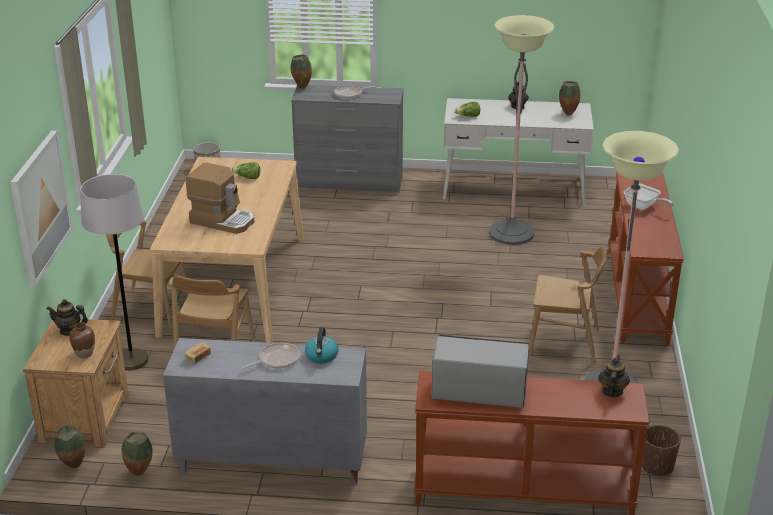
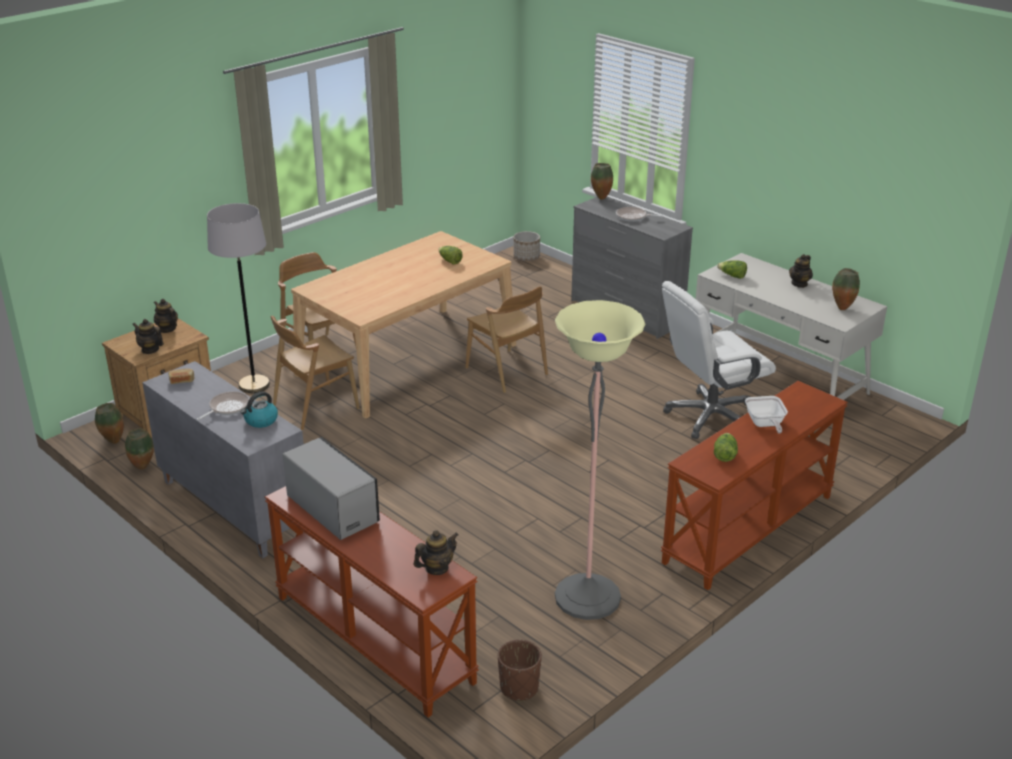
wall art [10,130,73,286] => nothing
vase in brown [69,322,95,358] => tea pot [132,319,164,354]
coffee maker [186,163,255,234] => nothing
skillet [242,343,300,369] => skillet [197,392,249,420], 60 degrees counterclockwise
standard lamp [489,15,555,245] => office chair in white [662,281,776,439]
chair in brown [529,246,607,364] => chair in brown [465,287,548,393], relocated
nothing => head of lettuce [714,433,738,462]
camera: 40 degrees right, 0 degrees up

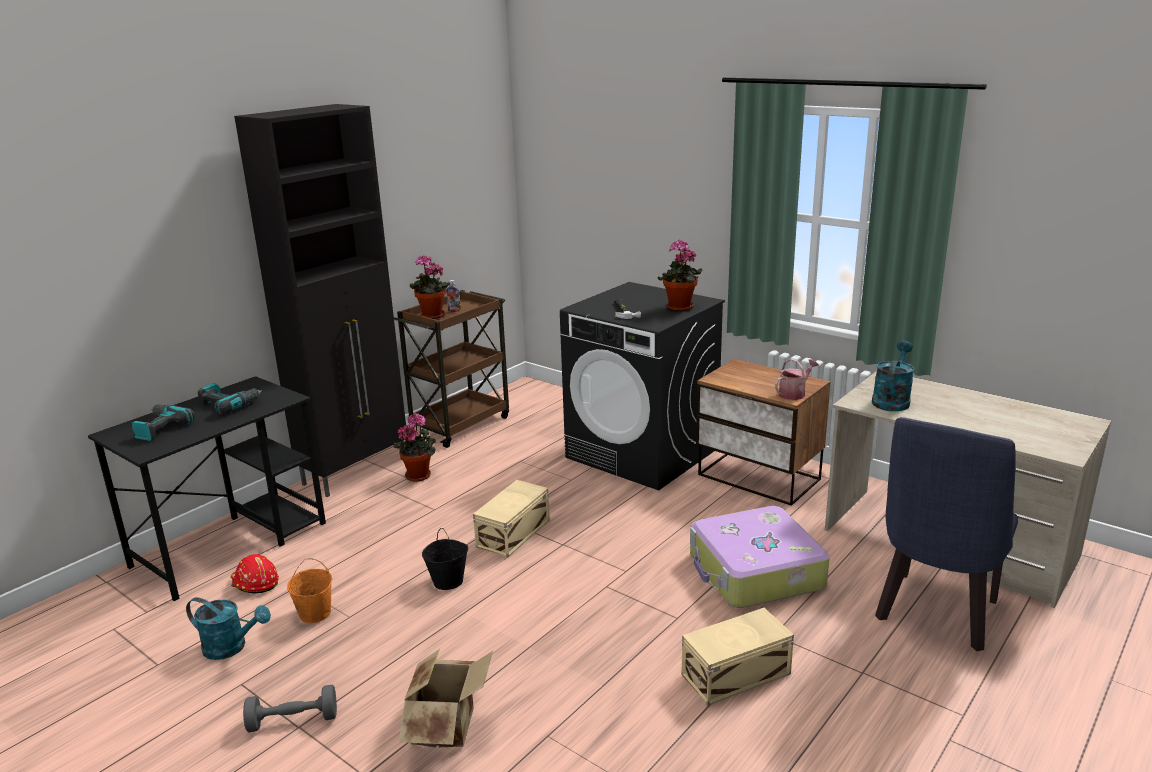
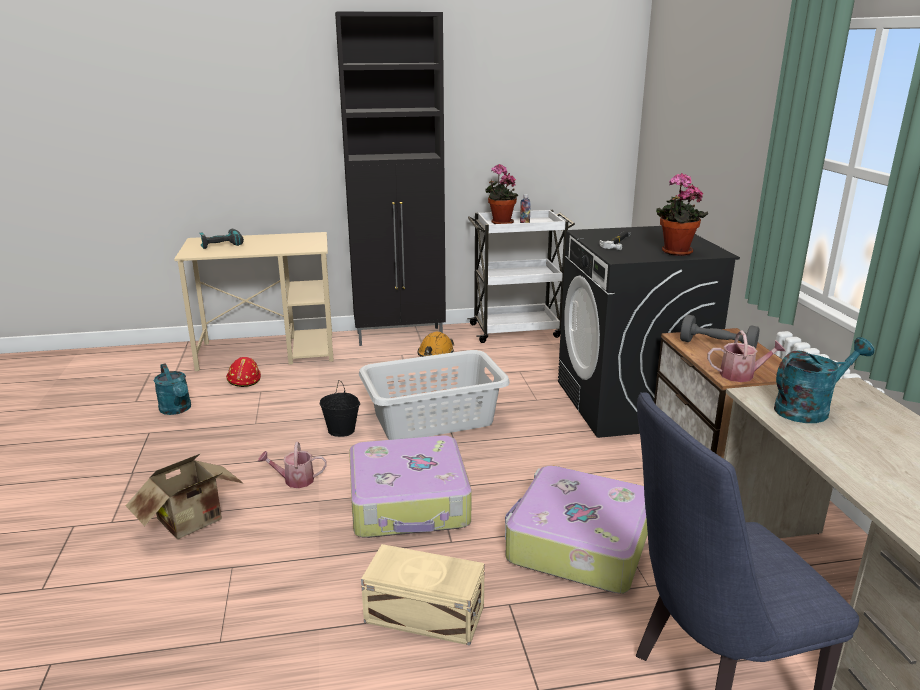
desk table in blackish [88,376,326,601] => desk table in sand-coloured [174,232,334,371]
power drill [198,383,262,415] => nothing
hand weight in greyish [243,685,337,732] => hand weight in greyish [680,315,760,348], relocated
bucket in orangey [287,558,332,623] => nothing
houseplant [393,413,436,482] => safety helmet in orangey [418,332,454,357]
cart in brown [394,290,509,448] => cart in white [467,210,575,343]
storage bin in sand-coloured [473,480,550,557] => hamper in greyish [359,350,510,440]
nothing => sprinkling can [258,442,327,488]
nothing => piece of luggage [349,435,471,538]
camera: 40 degrees right, 0 degrees up

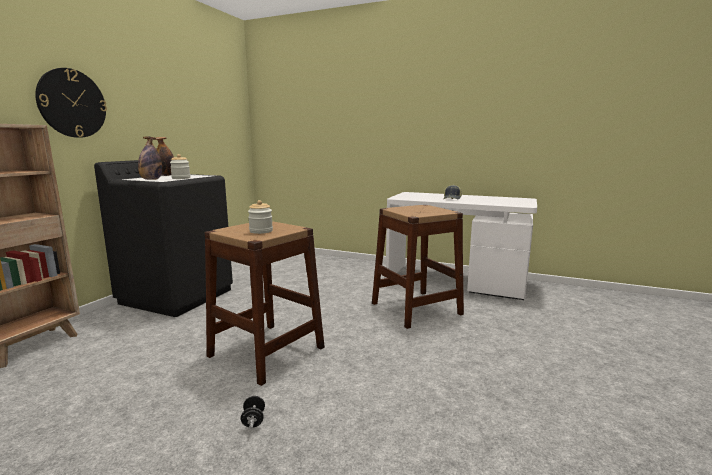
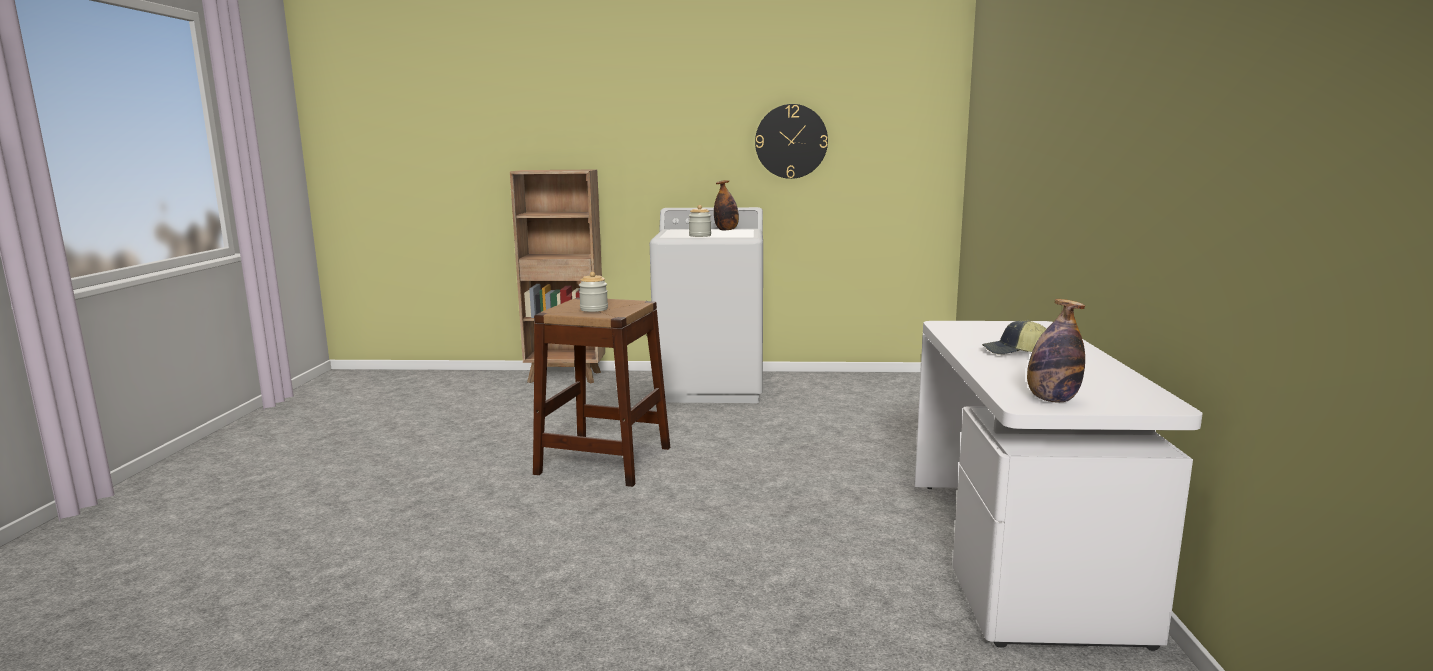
hanging clock [35,68,107,138] => hanging clock [755,104,828,179], relocated
laundry appliance in blackish [94,160,233,317] => laundry appliance in white [650,207,763,403]
beverage bottle [138,137,162,180] => beverage bottle [1027,299,1085,403], relocated
hand weight in blackish [241,396,265,429] => nothing
stool in brown [372,205,464,329] => nothing
camera: 70 degrees right, 0 degrees up

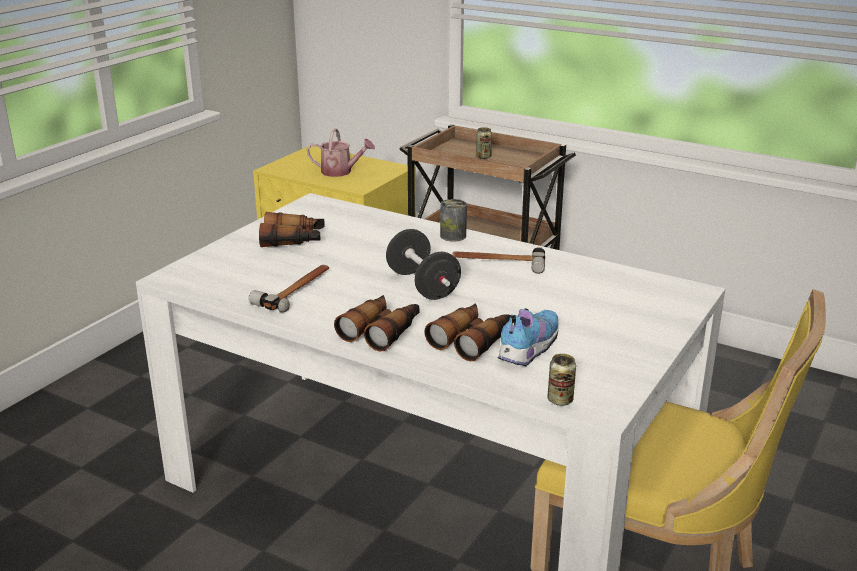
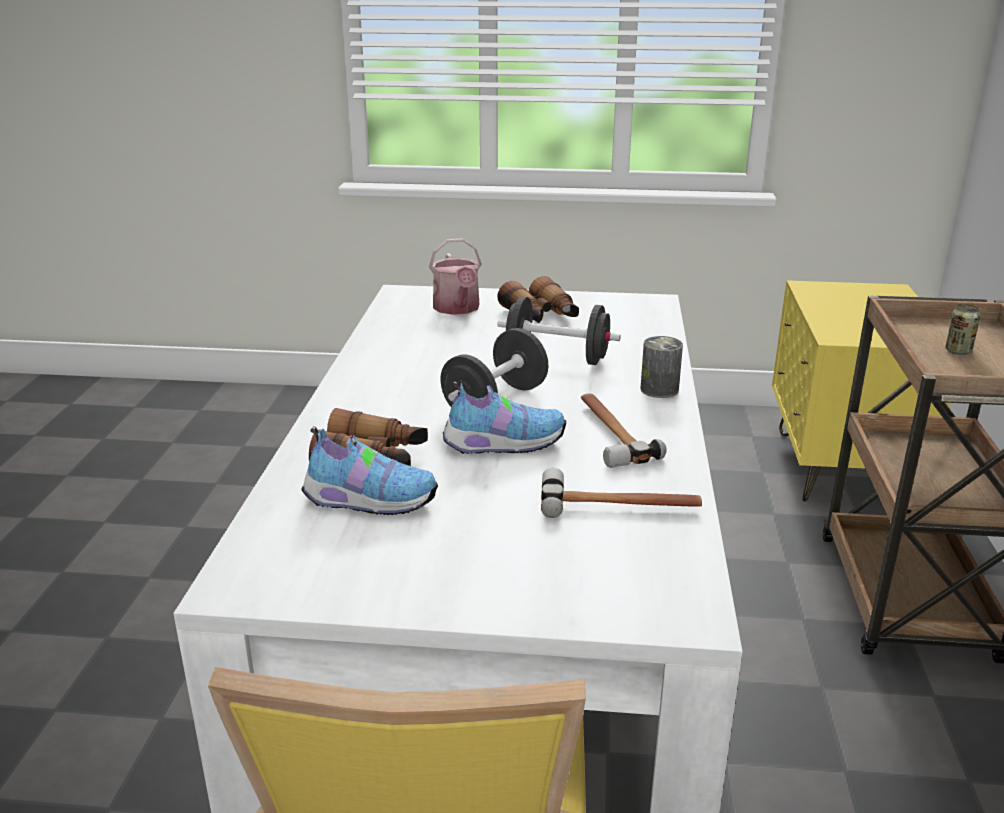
hammer [249,265,329,312] => hammer [541,468,702,518], relocated
sprinkling can [307,128,375,177] => sprinkling can [429,238,482,315], relocated
pair of binoculars [334,295,420,352] => nothing
can [548,354,576,406] => nothing
nothing => shoe [443,381,566,454]
nothing => hand weight in blackish [497,297,621,365]
camera: 65 degrees right, 0 degrees up

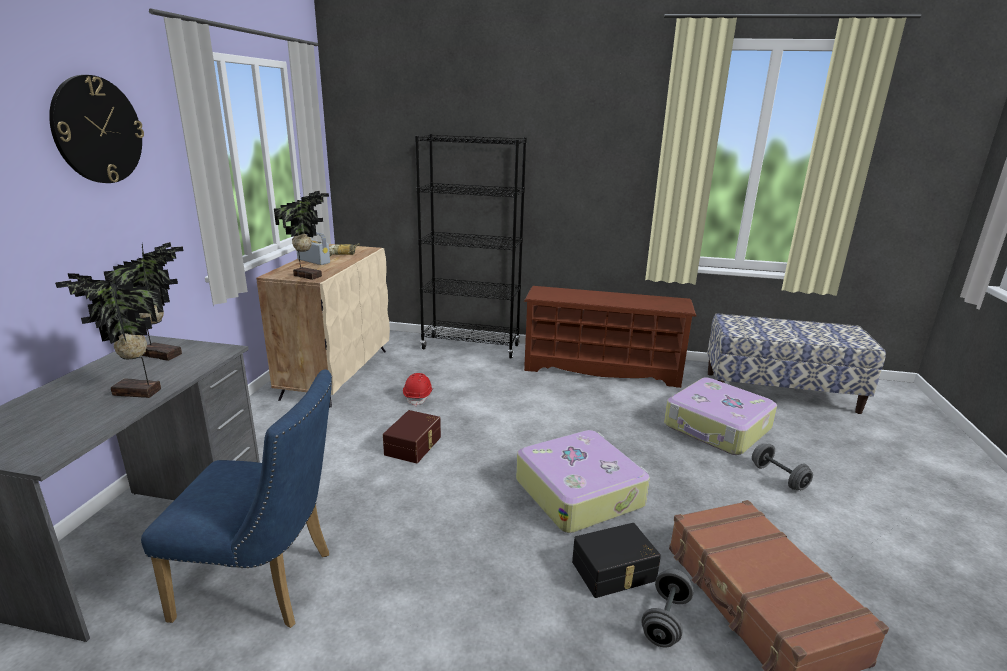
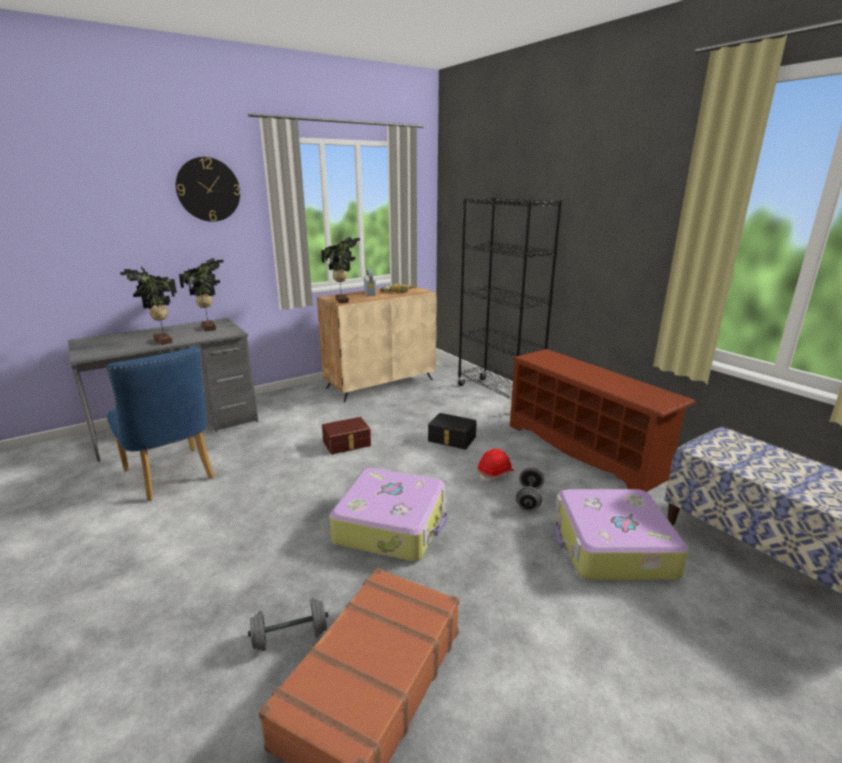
safety helmet in red [403,373,433,406] => safety helmet in red [478,449,514,482], relocated
storage bin in blackish [572,523,661,598] => storage bin in blackish [428,413,477,450], relocated
hand weight in greyish [752,444,813,490] => hand weight in greyish [516,467,544,511], relocated
camera: 45 degrees right, 0 degrees up

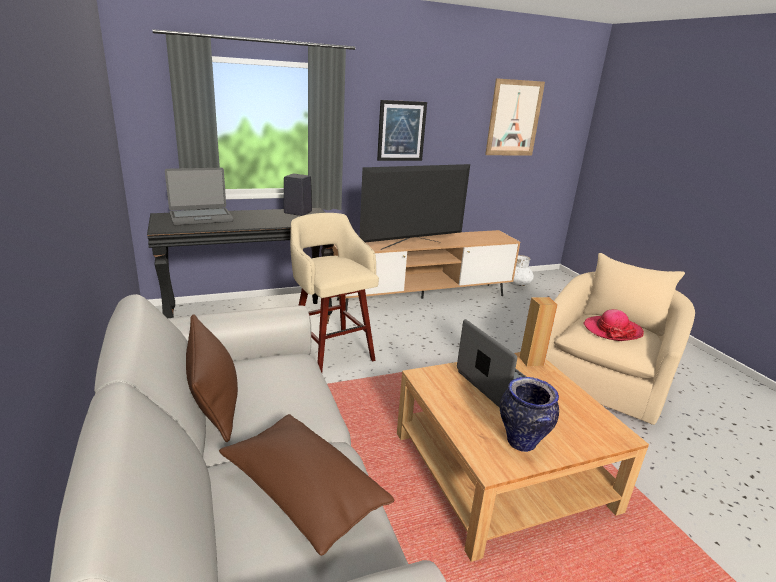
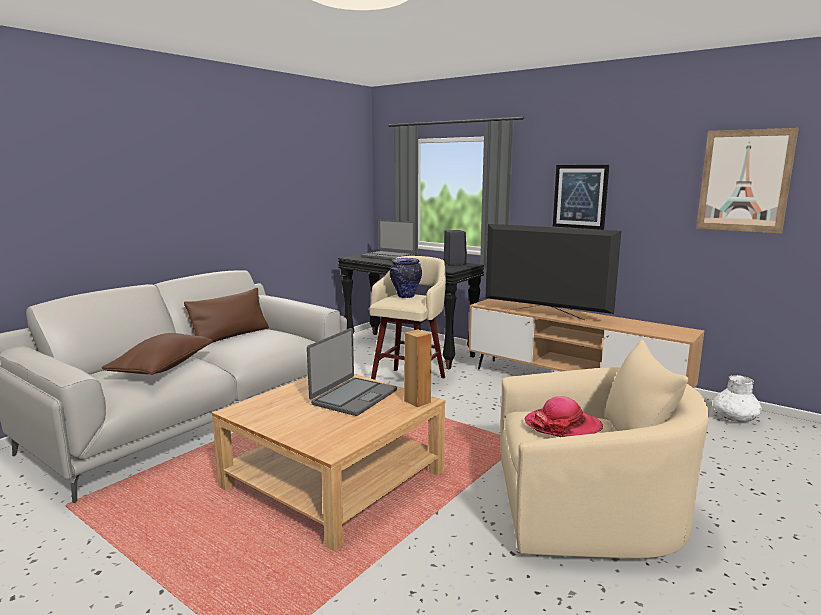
vase [500,377,559,452] => vase [390,258,422,298], relocated
camera: 60 degrees right, 10 degrees down

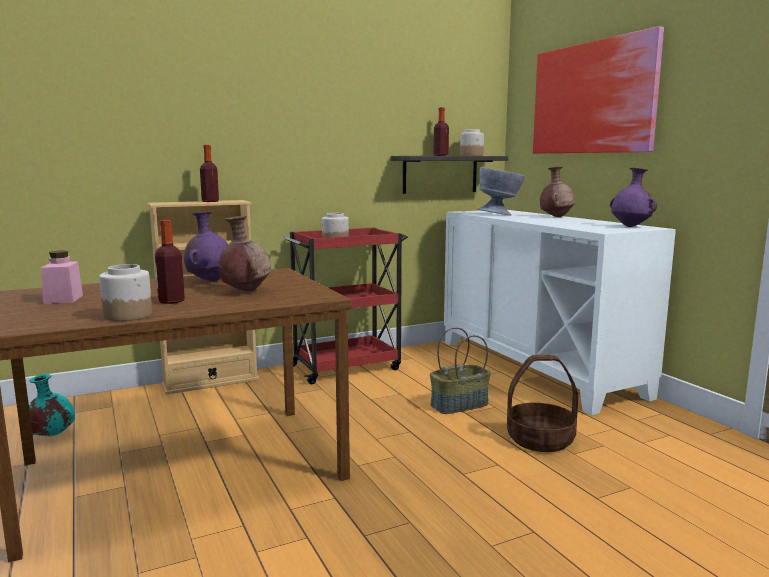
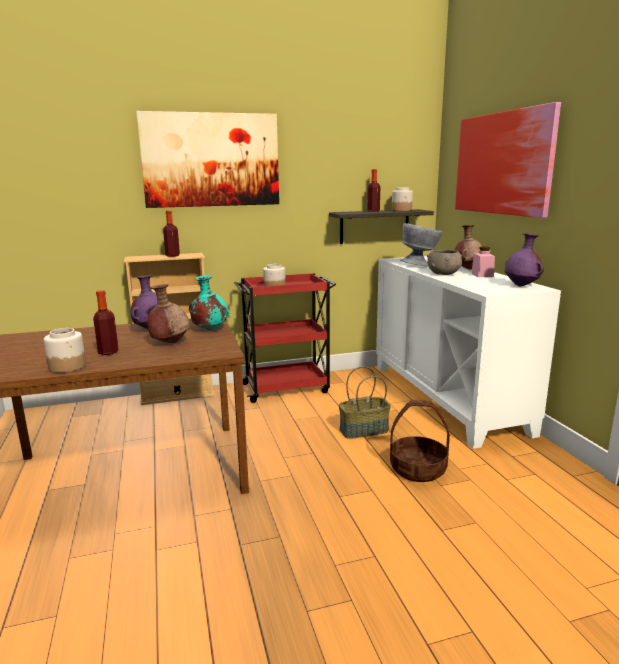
vase in blue-green [29,374,75,436] => vase in blue-green [189,275,230,330], relocated
jar in pinkish [41,251,83,304] => jar in pinkish [471,247,495,277], relocated
nothing => wall art [136,111,279,208]
nothing => deep dish in greyish [427,250,462,275]
camera: 10 degrees right, 5 degrees up

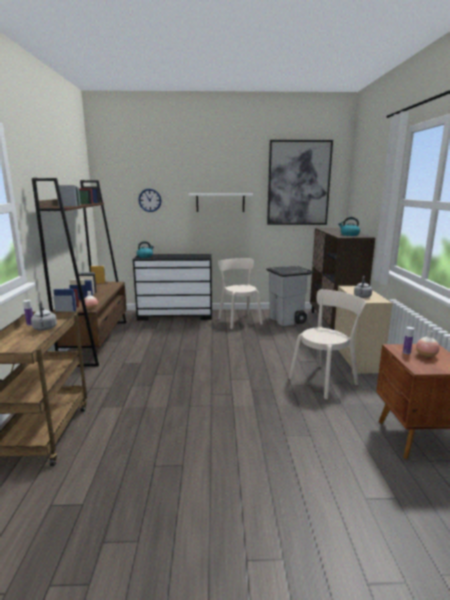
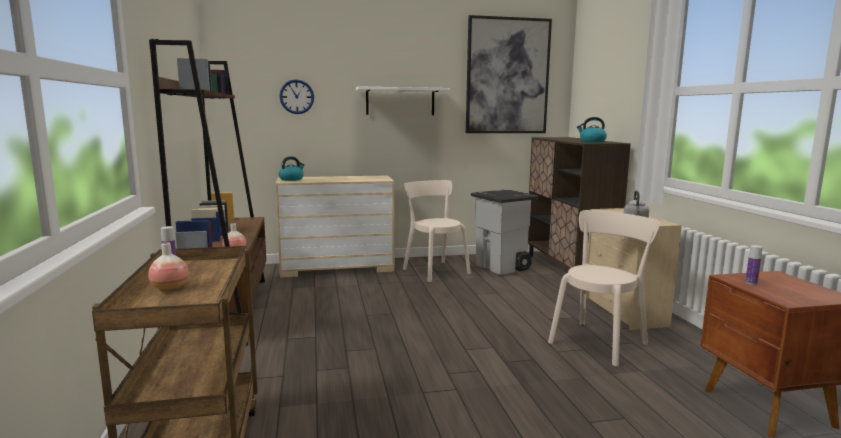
kettle in greyish [31,301,57,331] => nothing
drawer chest in blackish [132,254,212,320] => drawer chest in sand-coloured [275,175,394,277]
vase [416,330,439,358] => vase [148,242,189,291], relocated
camera: 10 degrees left, 5 degrees down

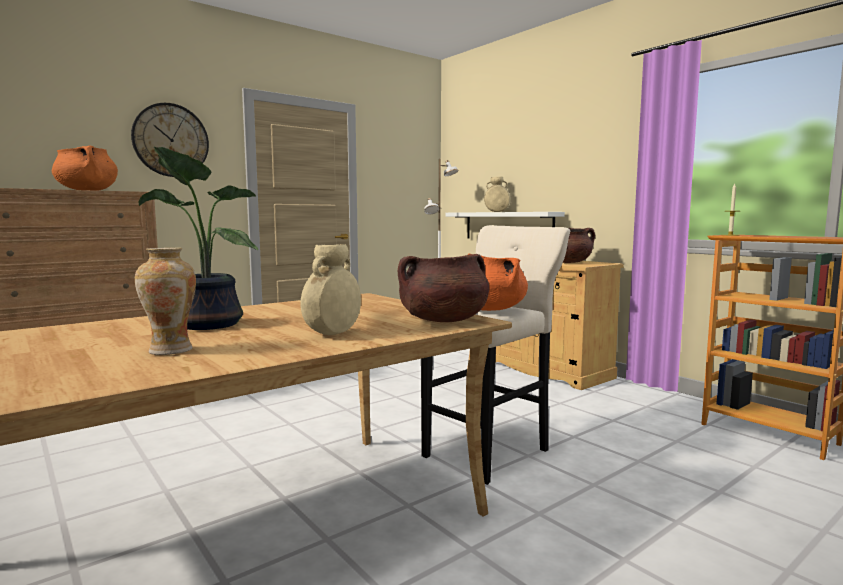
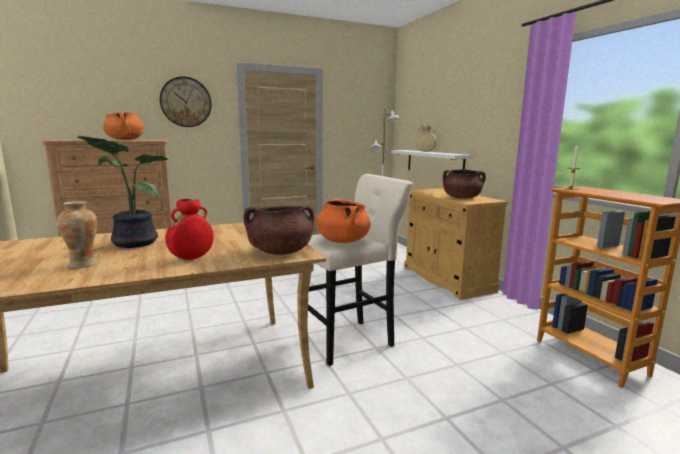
vase in sand-coloured [300,244,361,335] => vase in red [165,199,214,260]
camera: 15 degrees right, 5 degrees up

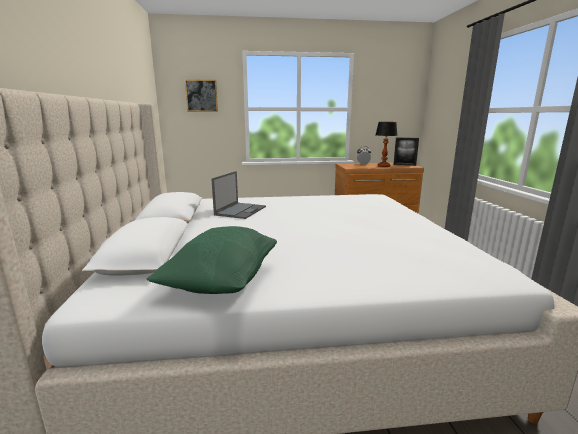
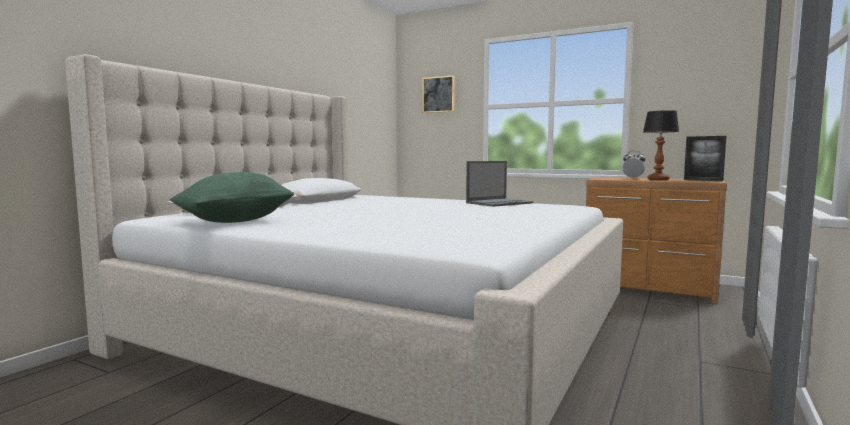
portable computer [211,171,266,219] => portable computer [466,161,533,207], relocated
camera: 35 degrees right, 10 degrees down

